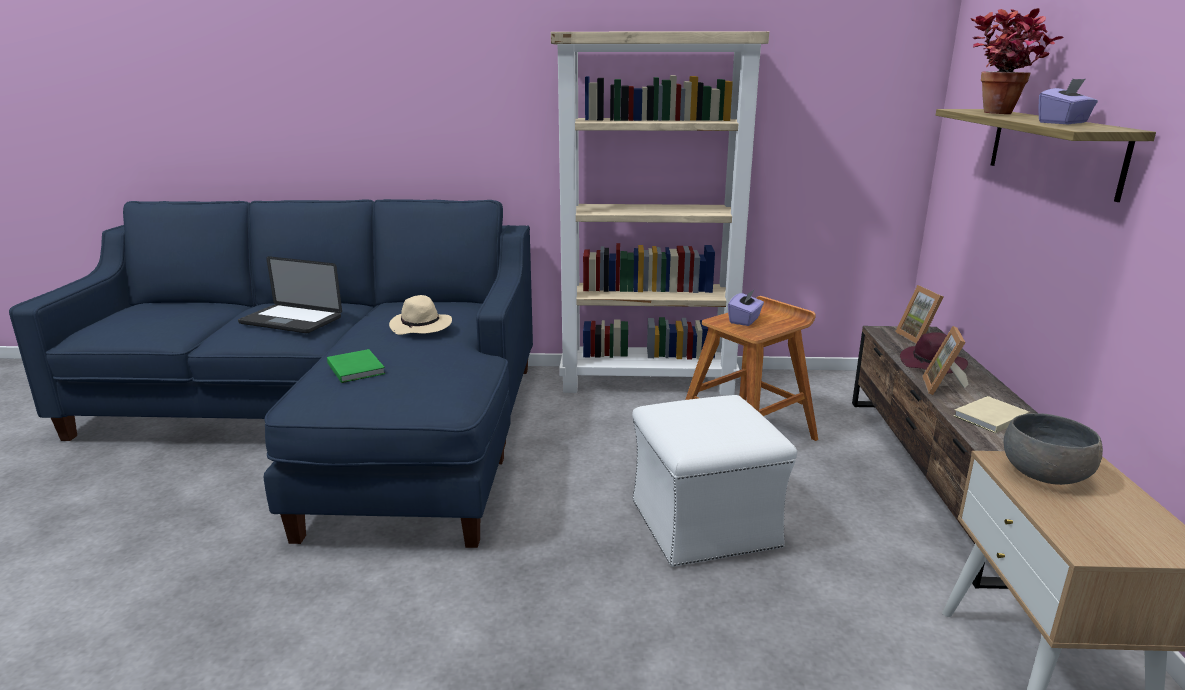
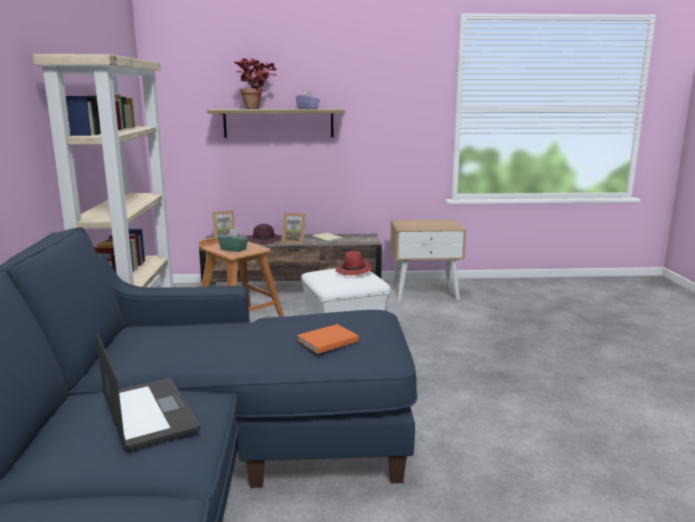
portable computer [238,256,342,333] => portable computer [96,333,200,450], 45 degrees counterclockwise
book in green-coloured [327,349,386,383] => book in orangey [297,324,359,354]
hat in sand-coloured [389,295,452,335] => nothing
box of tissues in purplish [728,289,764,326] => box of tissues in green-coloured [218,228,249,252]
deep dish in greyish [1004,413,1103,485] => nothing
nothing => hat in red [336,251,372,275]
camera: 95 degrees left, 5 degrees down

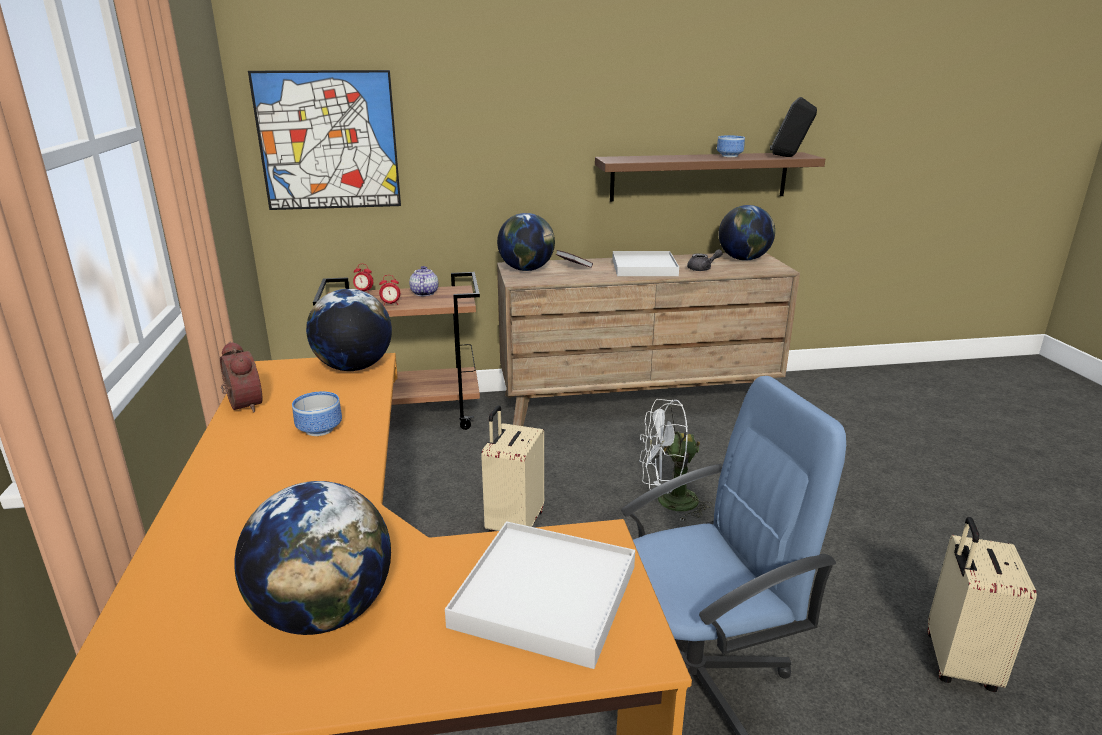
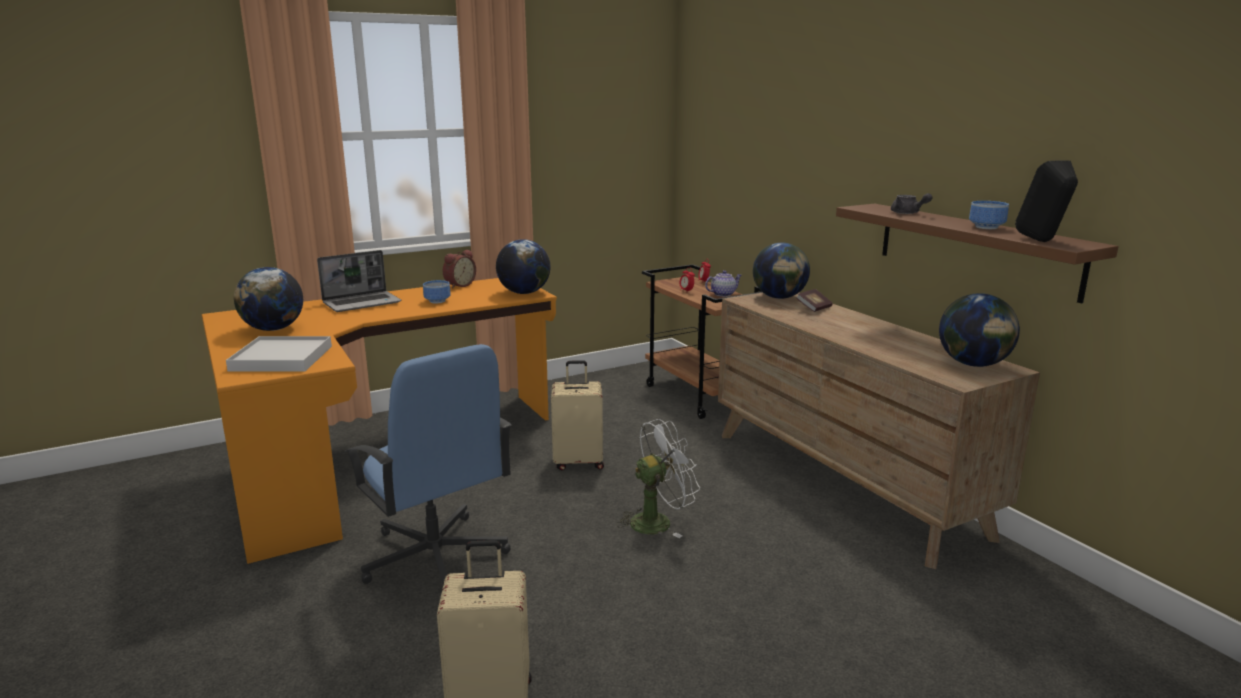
wall art [248,70,401,210] => nothing
tray in white [612,251,679,276] => nothing
fan in white [639,399,713,522] => fan in white [616,419,700,538], 90 degrees clockwise
tea pot in greyish [687,249,723,271] => tea pot in greyish [891,193,933,214], relocated
nothing => portable computer [317,250,401,312]
camera: 70 degrees right, 5 degrees down

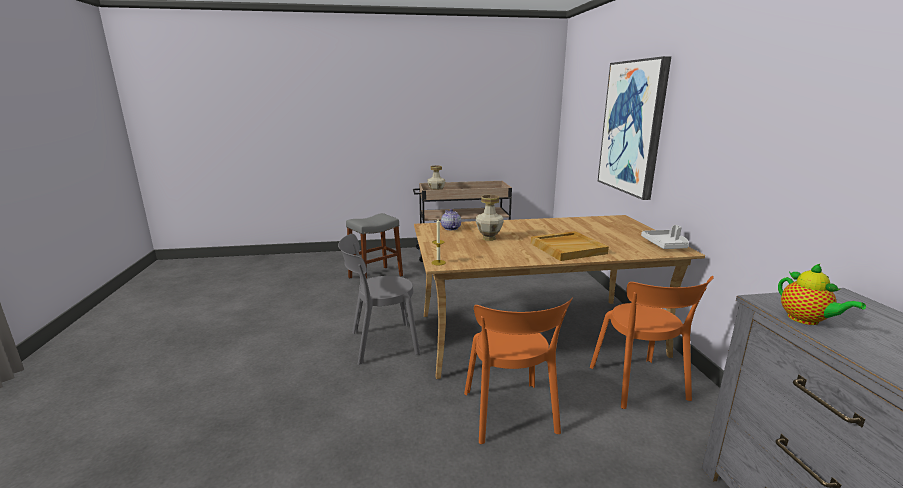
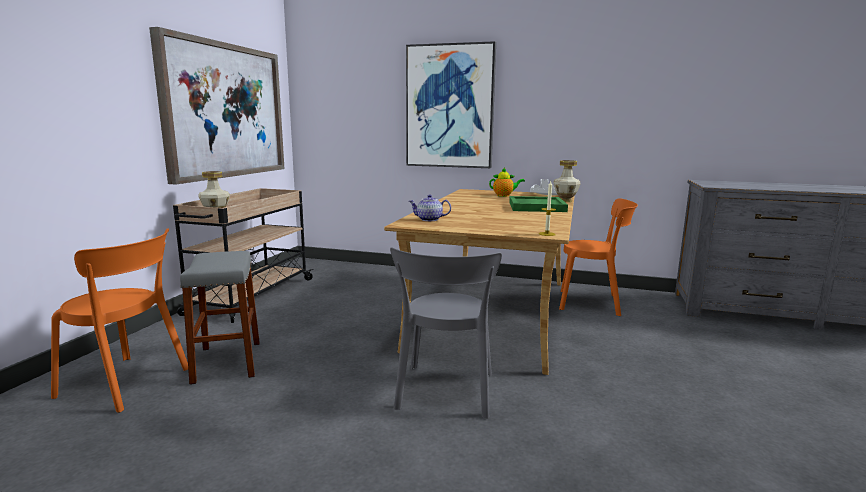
chair in orangey [464,297,573,444] => chair in orangey [51,228,188,413], relocated
vase [476,195,504,241] => vase [553,160,581,202], relocated
tray in sand-coloured [531,231,609,261] => tray in green-coloured [509,196,568,212]
tea pot [778,263,866,325] => tea pot [489,168,525,197], relocated
nothing => wall art [149,27,285,184]
camera: 65 degrees left, 5 degrees down

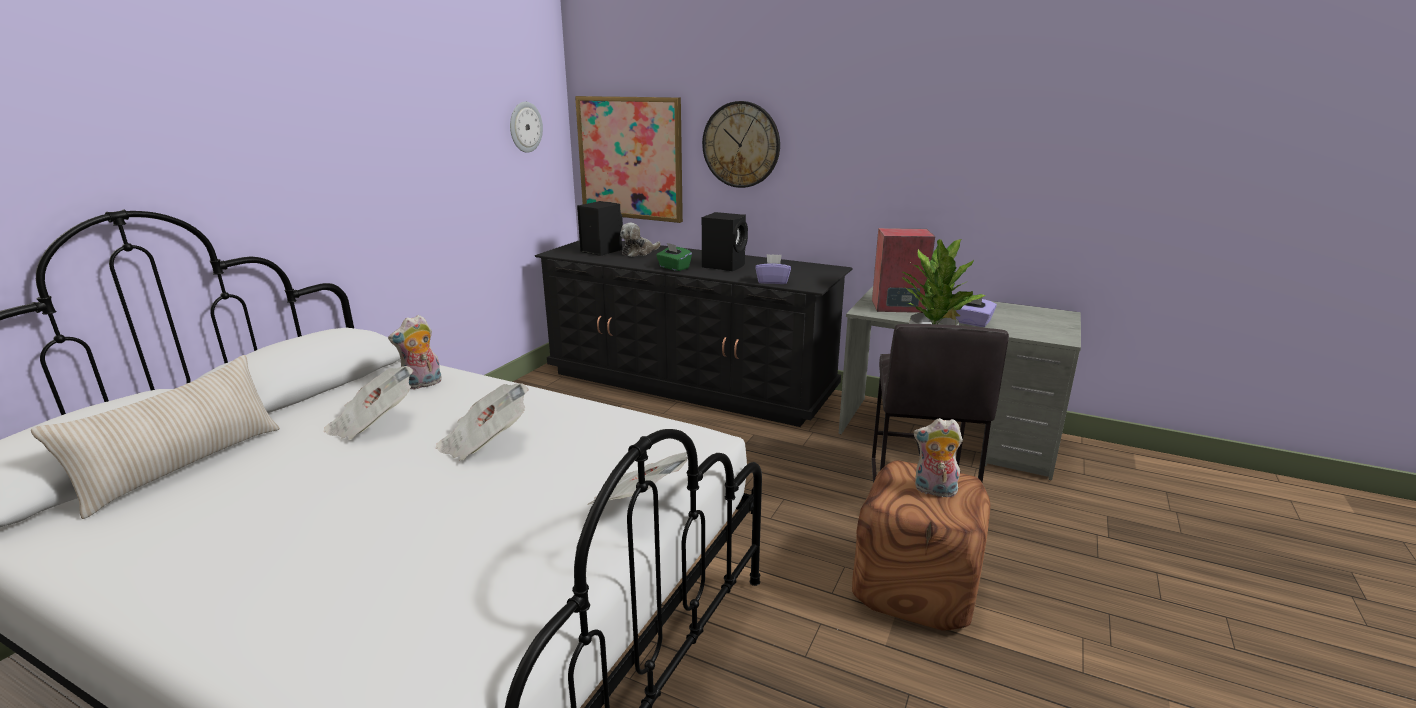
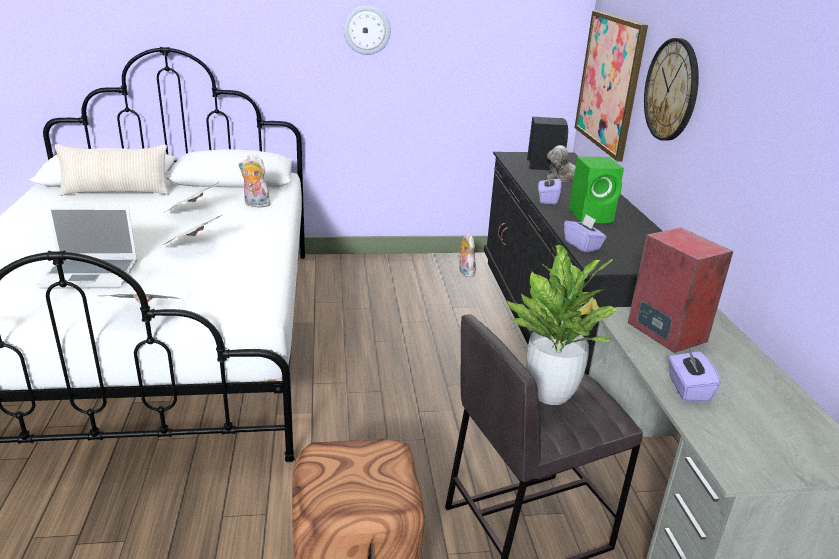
hanging clock [510,102,543,153] => hanging clock [344,5,391,55], relocated
box of tissues in green-coloured [656,243,692,271] => box of tissues in purplish [538,173,561,205]
loudspeaker in blackish [702,212,748,271] => loudspeaker in green-coloured [569,157,624,223]
cuddly toy [914,418,963,497] => cuddly toy [458,233,476,277], relocated
nothing => portable computer [37,207,137,289]
camera: 55 degrees right, 5 degrees up

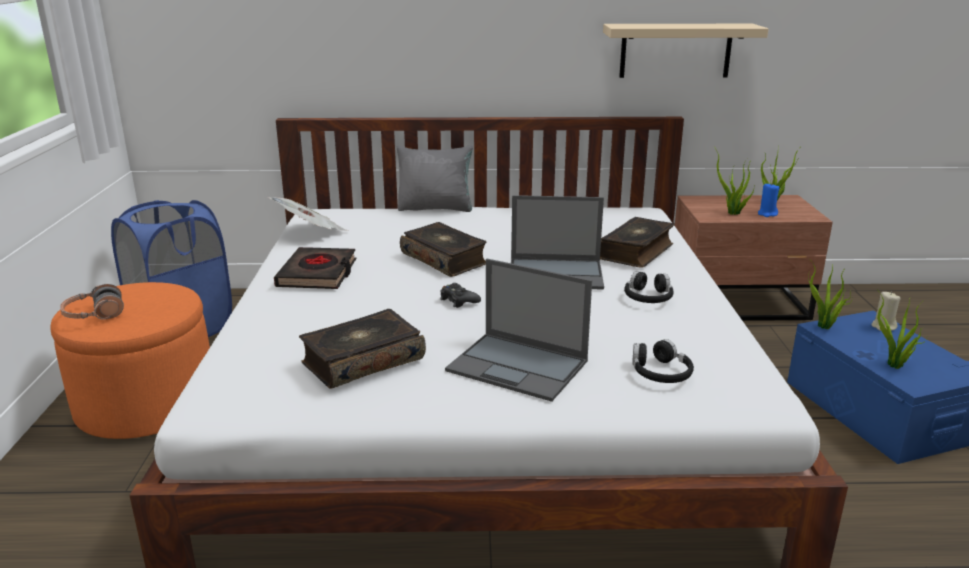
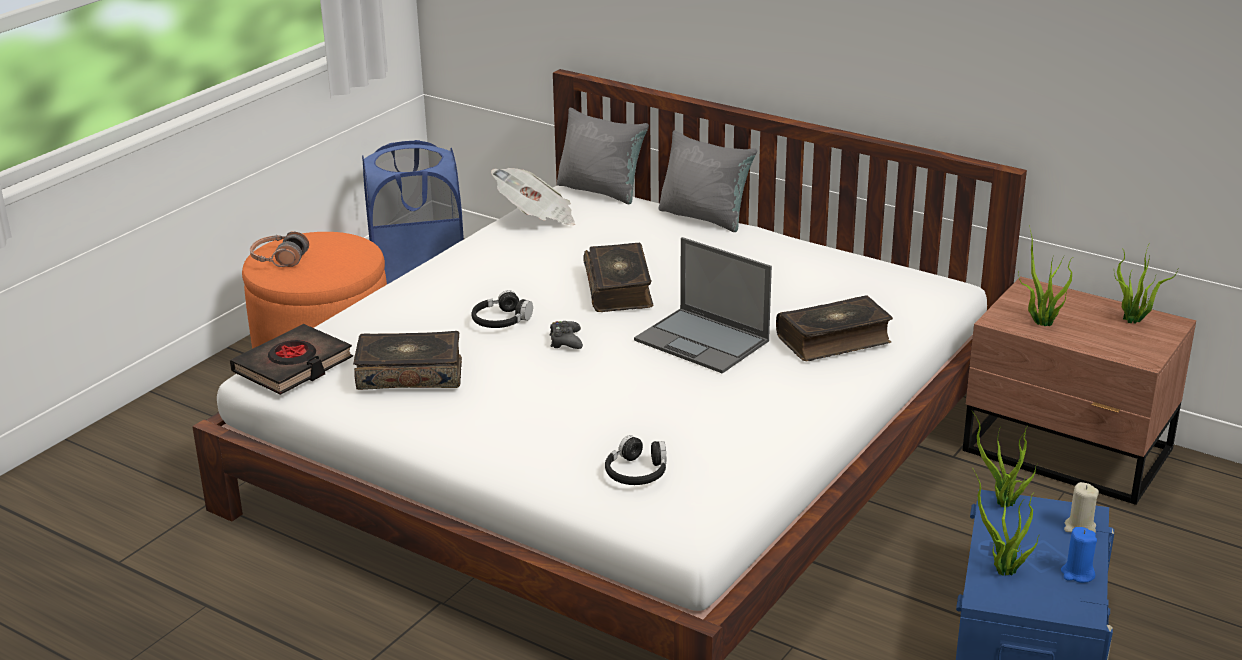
book in blackish [274,247,356,289] => book in blackish [230,324,353,395], relocated
portable computer [445,259,592,402] => nothing
wall shelf in sand-coloured [603,24,768,78] => nothing
headphones in blackish [624,271,674,303] => headphones in blackish [471,290,533,328], relocated
wax light in blue [758,183,780,217] => wax light in blue [1061,527,1097,583], relocated
nothing => pillow in greyish [557,108,649,204]
camera: 35 degrees right, 5 degrees up

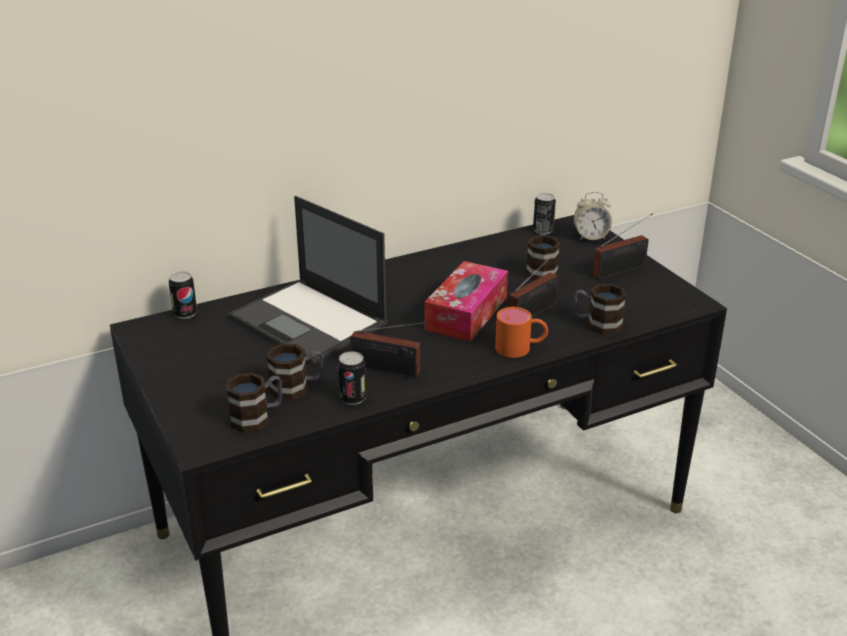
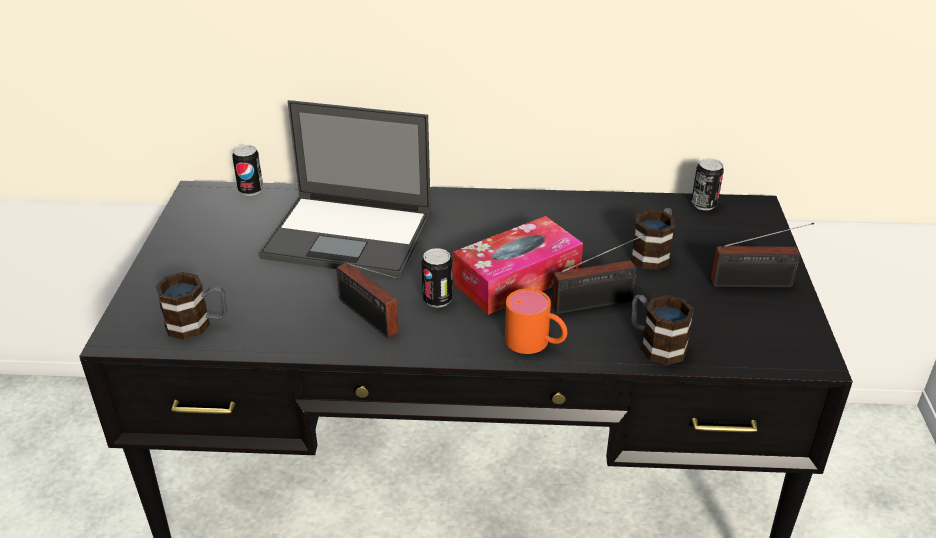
portable computer [228,196,387,365] => portable computer [258,100,431,278], 60 degrees counterclockwise
coffee mug [266,343,323,400] => nothing
can [338,351,366,405] => can [421,248,453,308], relocated
alarm clock [574,192,612,240] => nothing
camera: 30 degrees right, 5 degrees up

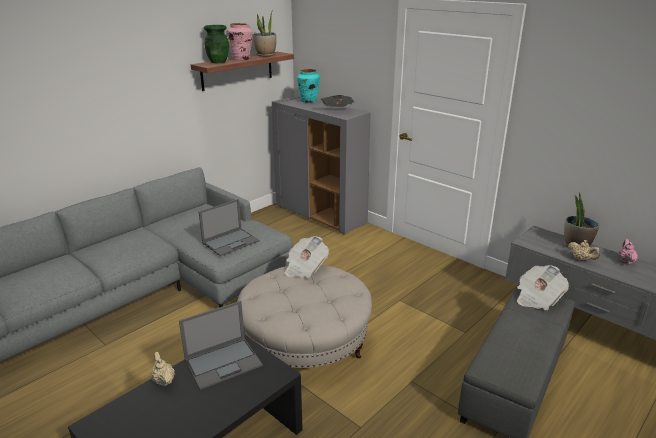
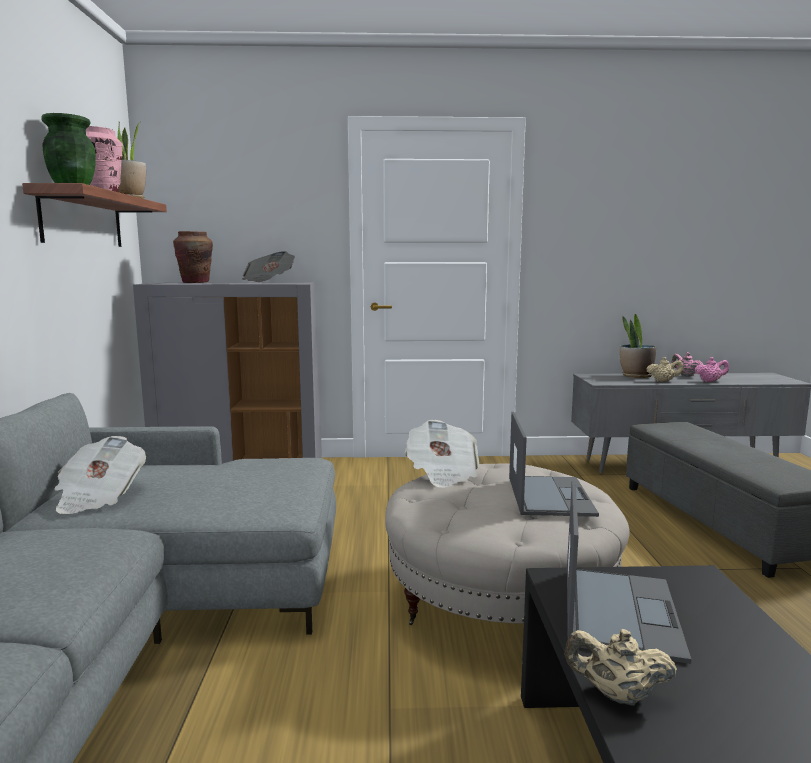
portable computer [199,199,259,256] => portable computer [509,412,599,517], relocated
vase in blue-green [297,69,320,103] => vase in brown [173,231,213,283]
newspaper [517,265,569,310] => newspaper [55,436,146,514], relocated
nothing => tea pot in pinkish [695,357,729,382]
camera: 45 degrees left, 15 degrees down

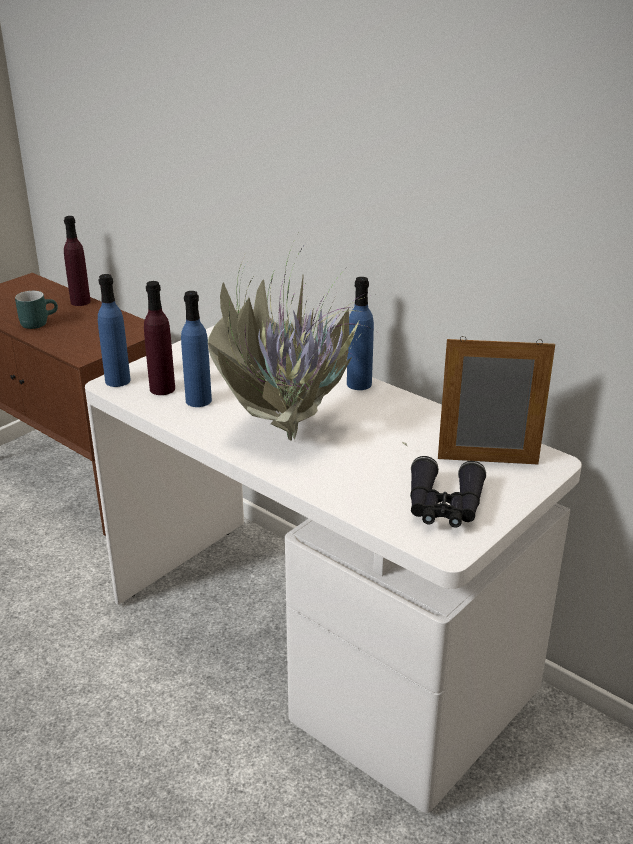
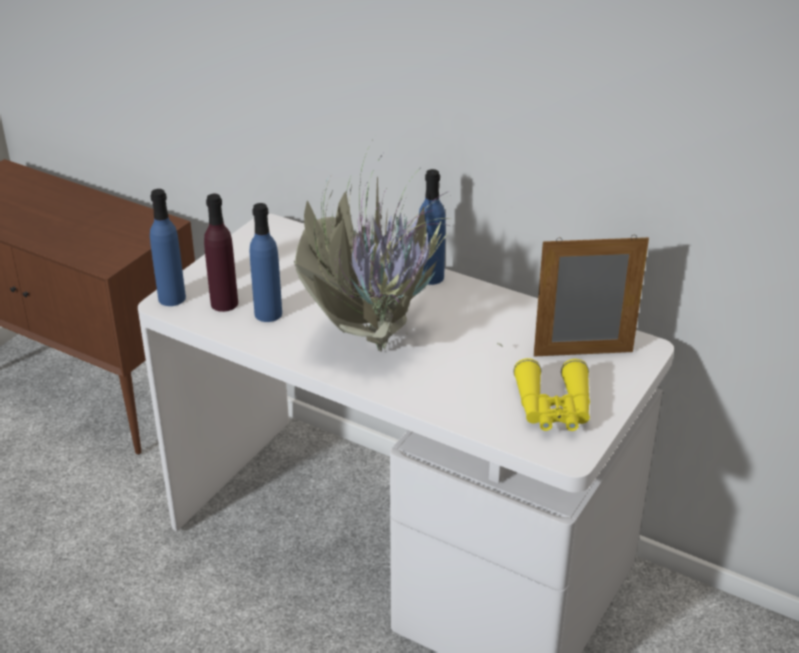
coffee mug in blue-green [15,291,58,329] => nothing
beverage bottle in purplish [64,216,91,306] => nothing
pair of binoculars in blackish [410,456,486,528] => pair of binoculars in yellowish [513,358,590,431]
camera: 10 degrees left, 5 degrees up

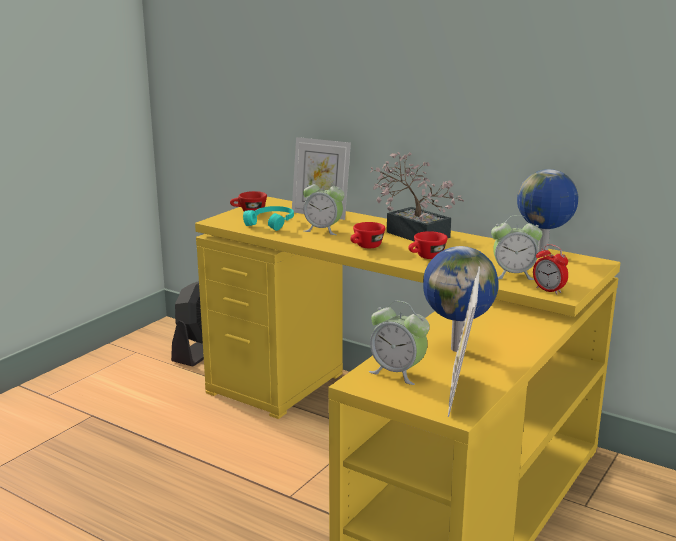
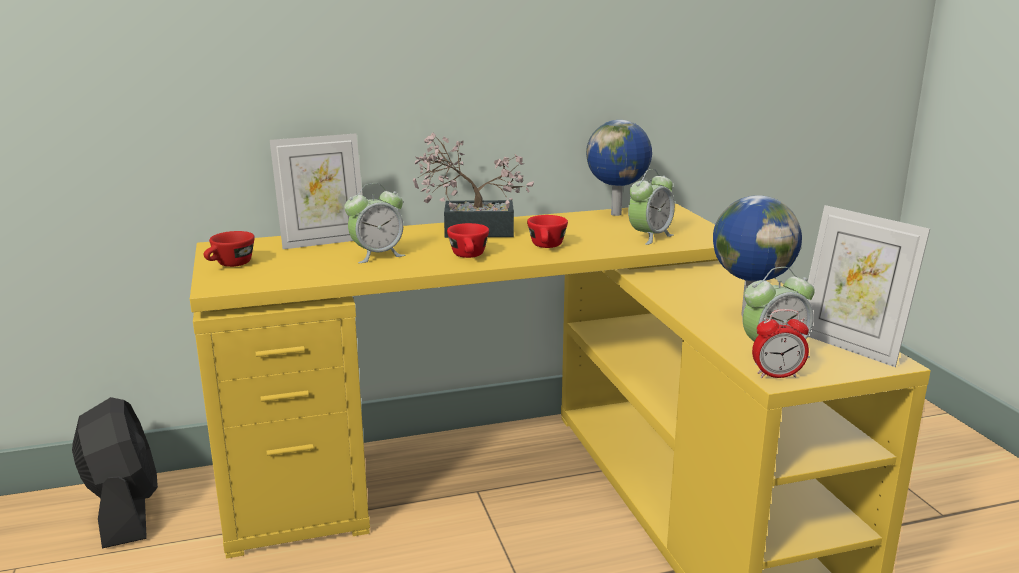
headphones in blue-green [243,206,294,231] => nothing
alarm clock [533,244,568,295] => alarm clock [752,309,809,378], relocated
camera: 50 degrees left, 0 degrees up

